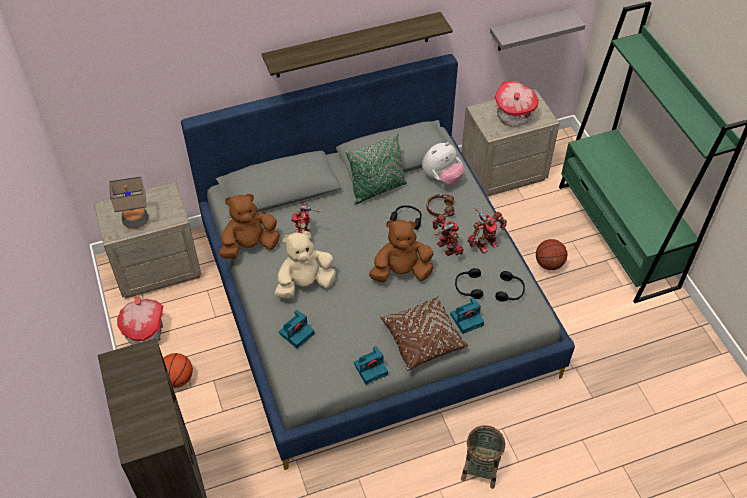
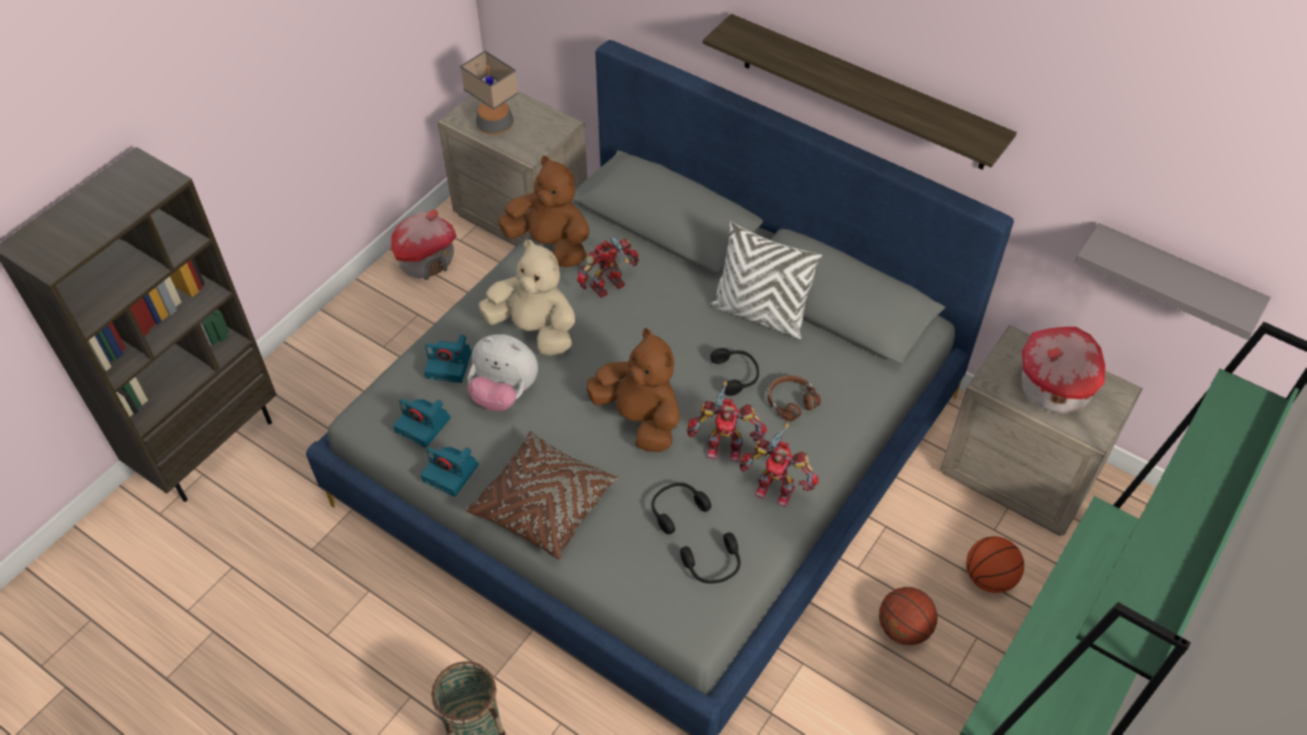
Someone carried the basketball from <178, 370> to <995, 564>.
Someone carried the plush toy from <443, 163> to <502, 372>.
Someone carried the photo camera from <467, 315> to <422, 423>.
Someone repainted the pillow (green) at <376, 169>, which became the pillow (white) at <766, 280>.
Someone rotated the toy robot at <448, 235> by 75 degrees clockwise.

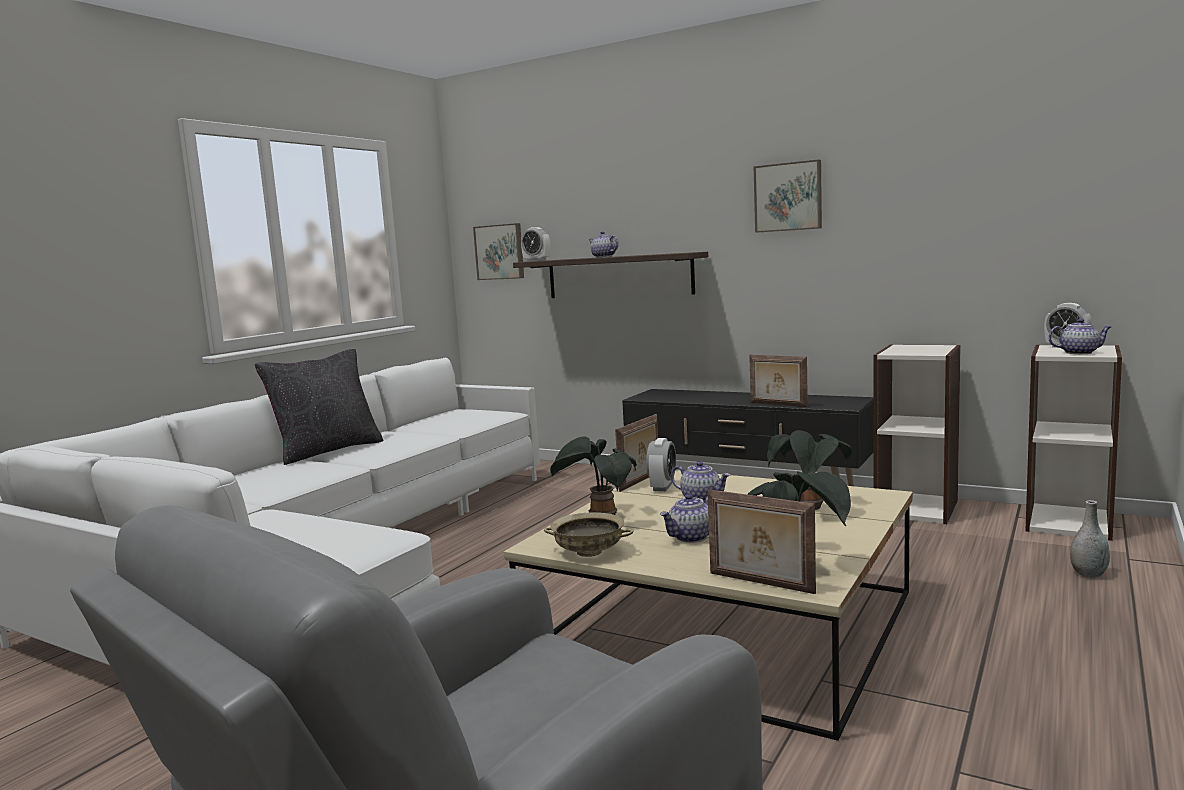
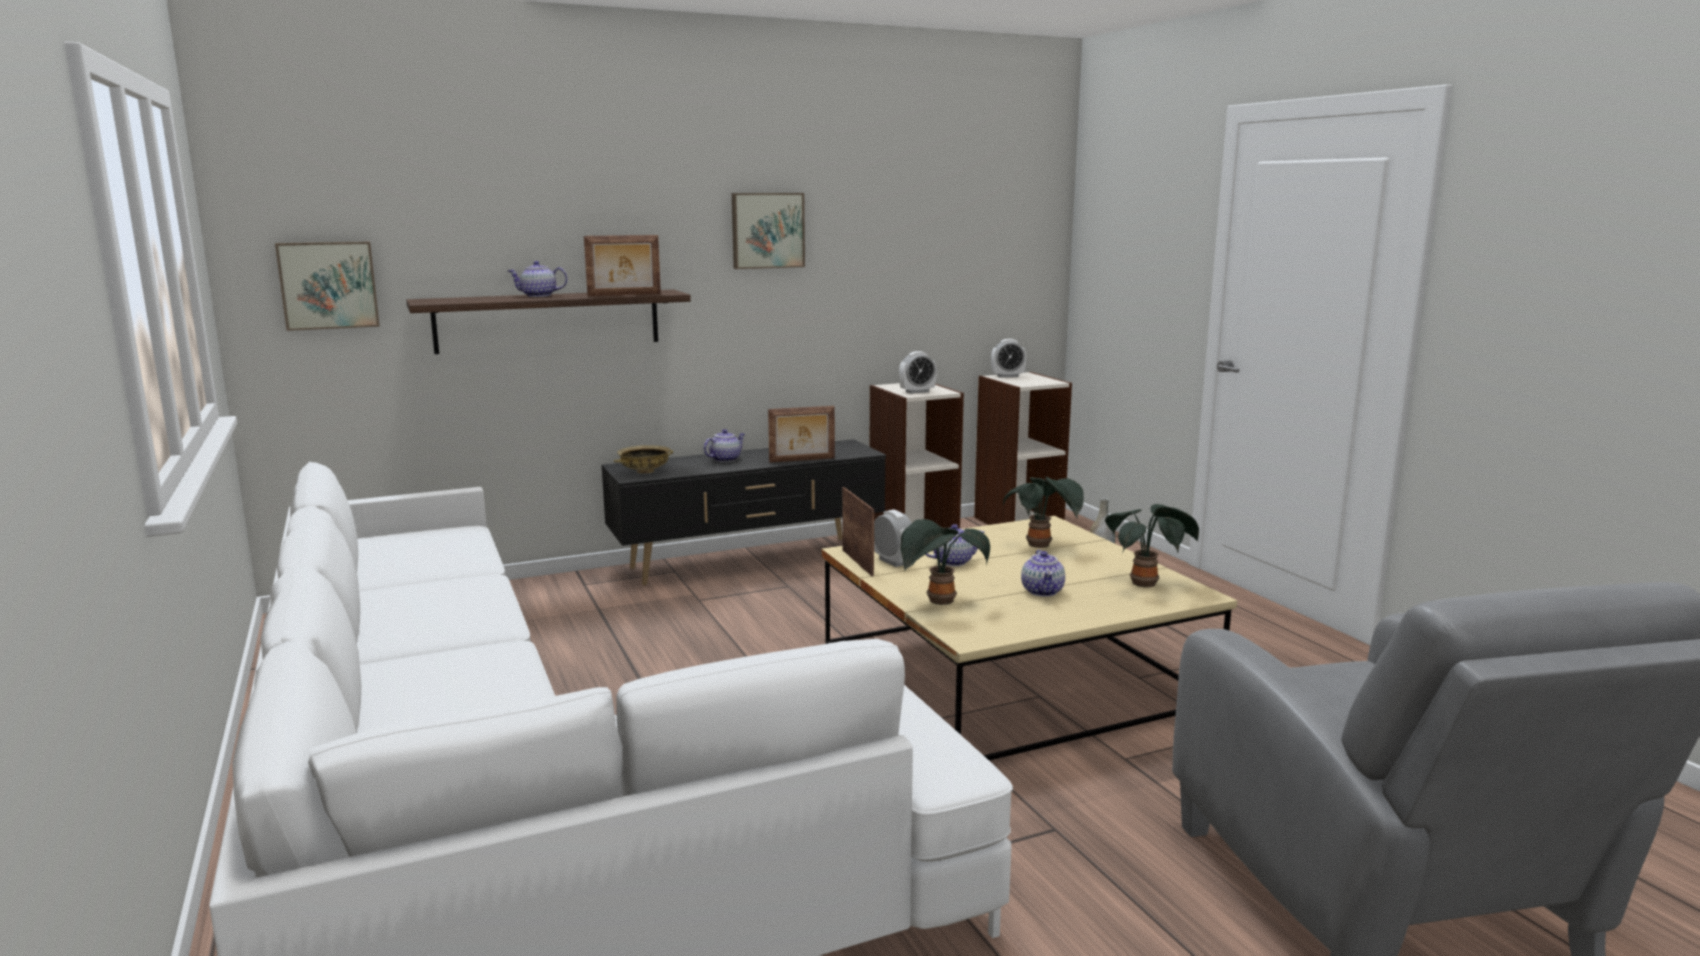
Someone took away the pillow (black) at <319, 407>.
Someone carried the alarm clock from <535, 244> to <918, 372>.
Someone carried the bowl (beige) from <589, 534> to <643, 459>.
Someone carried the picture frame from <761, 541> to <622, 265>.
Someone carried the teapot from <1079, 336> to <724, 445>.

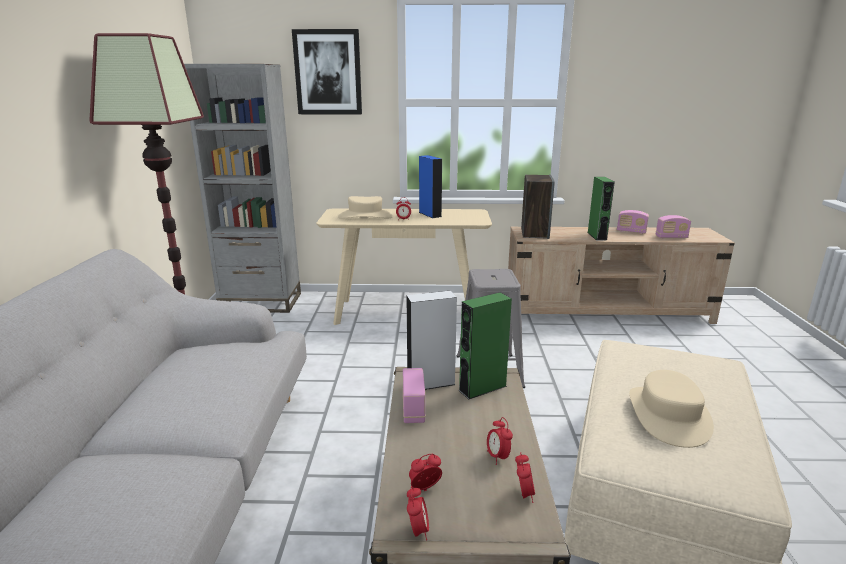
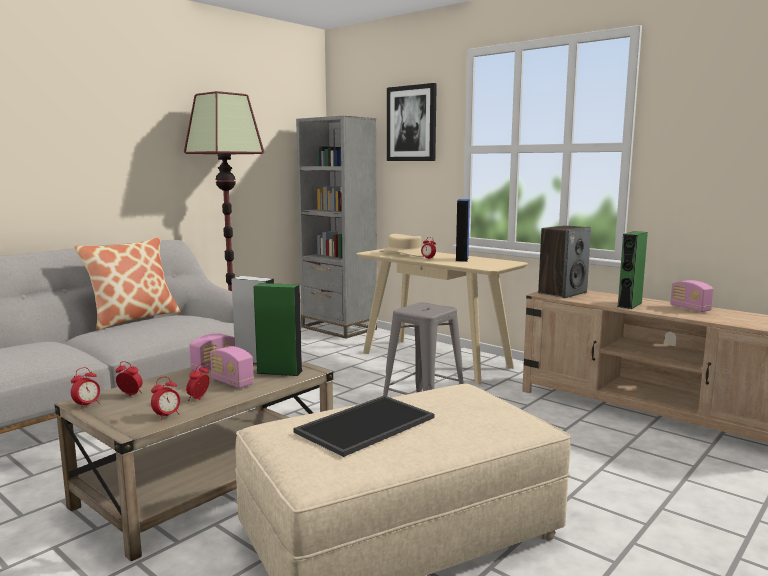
Someone put down the pillow at <127, 283>.
Someone carried the radio from <673, 226> to <232, 367>.
Someone swapped the hat (beige) at <671, 409> for the tray at <364, 426>.

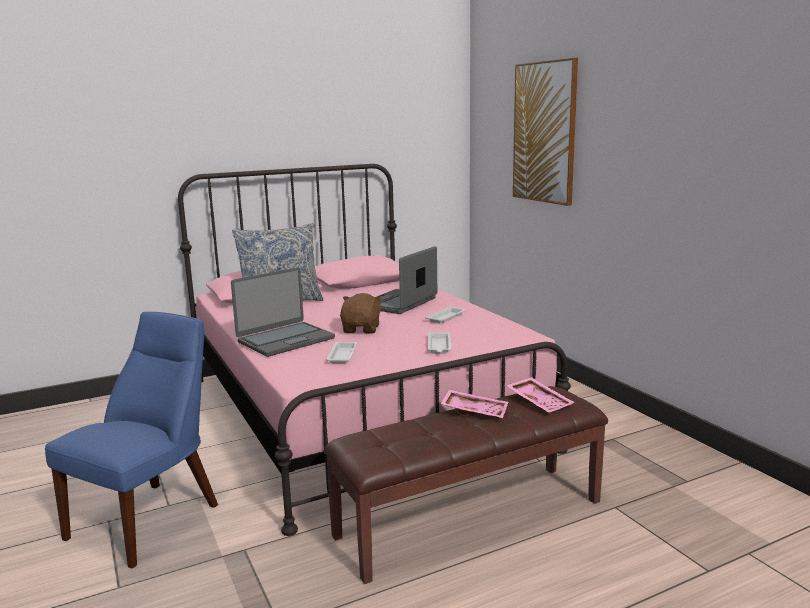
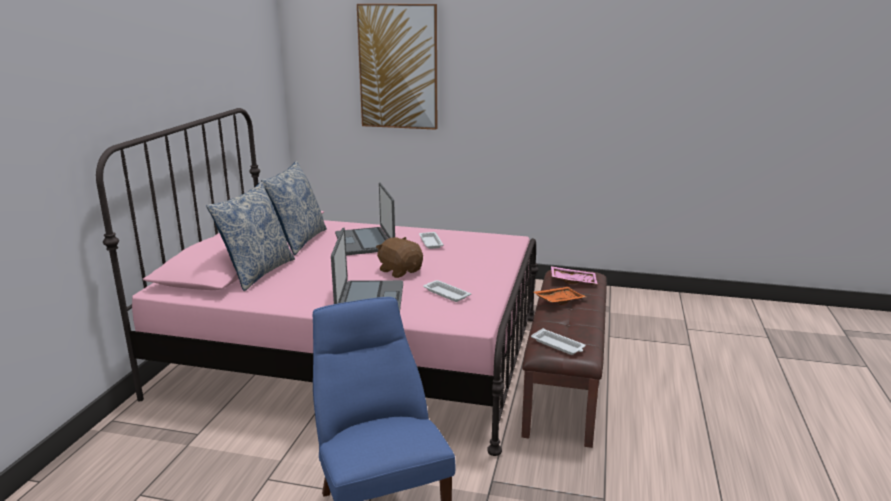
Someone put down the pillow at <294, 208>.
Someone carried the tray (white) from <439, 343> to <558, 341>.
Someone repainted the tray (pink) at <474, 404>, which became the tray (orange) at <560, 296>.

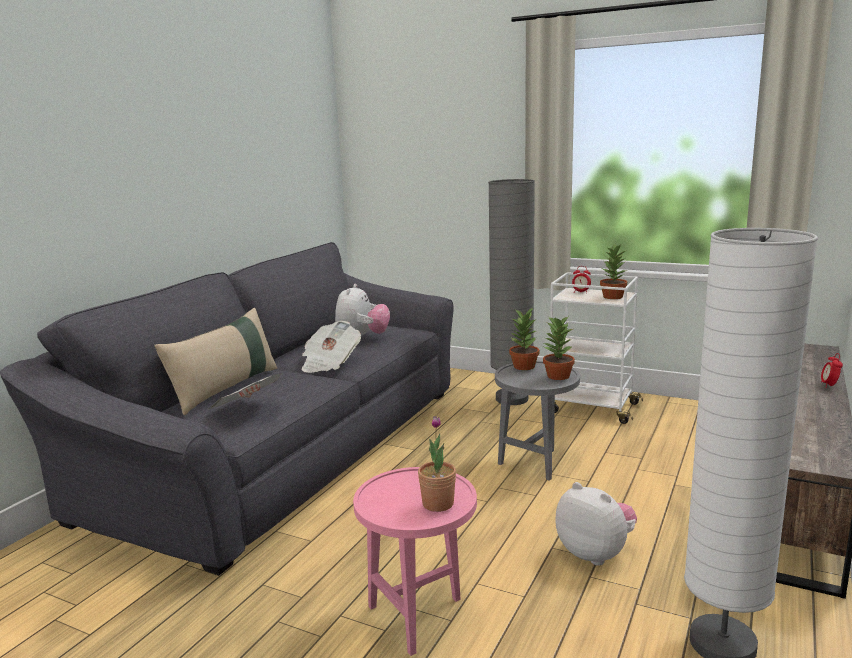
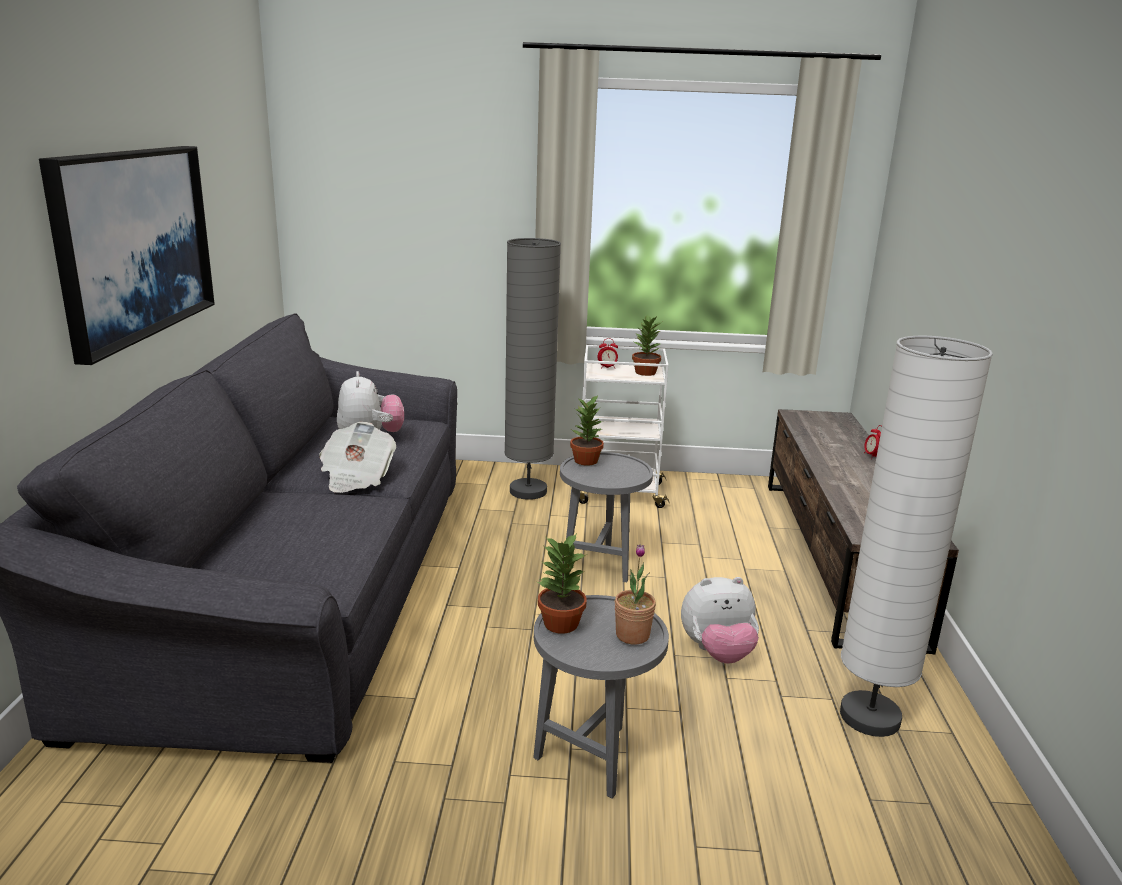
Someone took away the pillow (beige) at <215, 361>.
Someone took away the newspaper at <245, 391>.
Someone put up the picture at <127, 255>.
Someone carried the potted plant from <559, 348> to <562, 583>.
Someone repainted the side table (pink) at <415, 561>, which became the side table (grey) at <601, 696>.
Someone rotated the plush toy at <596, 524> by 150 degrees clockwise.

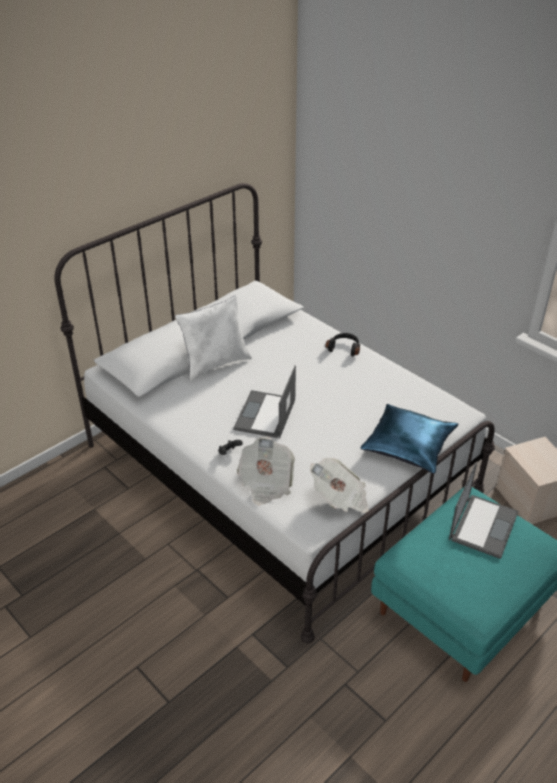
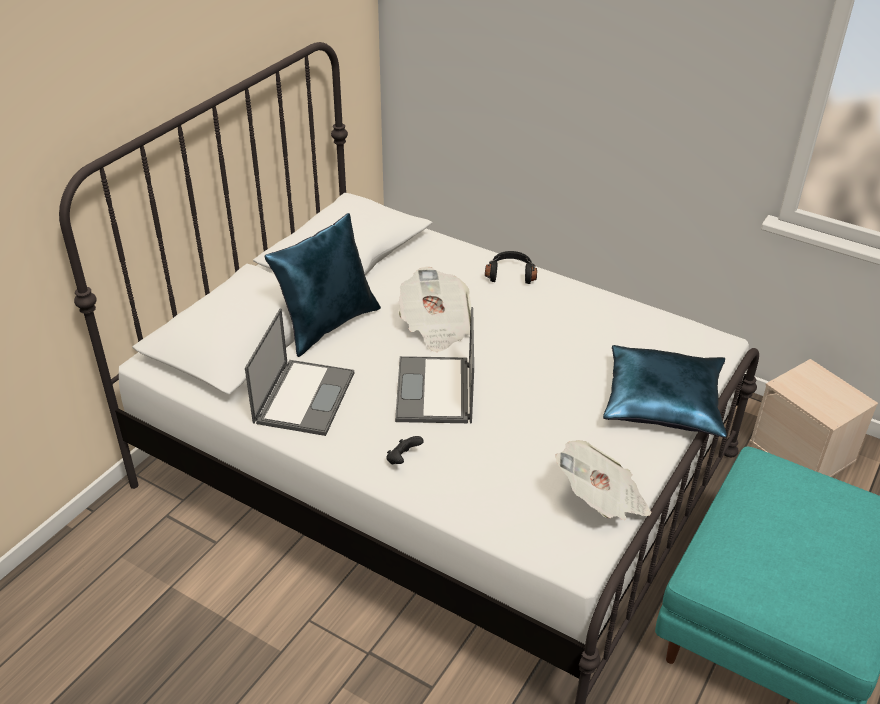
Someone carried the newspaper from <266, 470> to <434, 309>.
Someone carried the laptop from <483, 510> to <299, 372>.
Someone repainted the pillow (white) at <213, 338>, which became the pillow (blue) at <323, 285>.

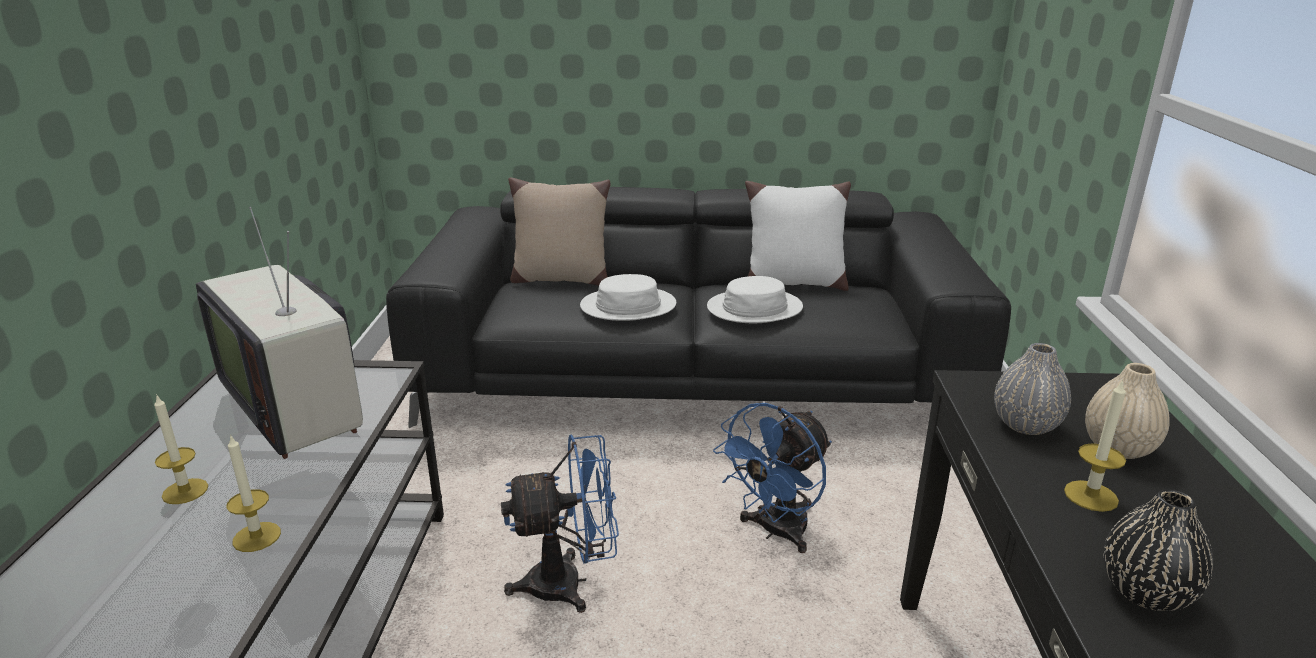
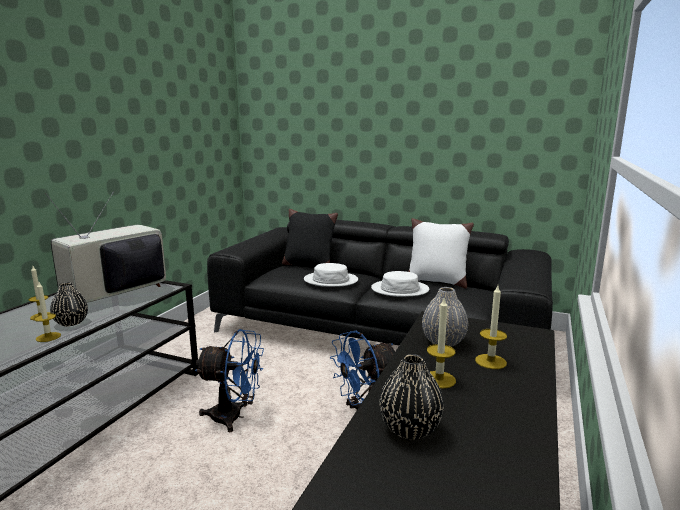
Someone put down the vase (black) at <69, 304>.
Someone swapped the vase (beige) at <1127, 411> for the candle at <491, 327>.
Someone repainted the pillow (beige) at <559, 231>, which became the pillow (black) at <310, 238>.
Someone rotated the television at <279, 333> by 60 degrees clockwise.

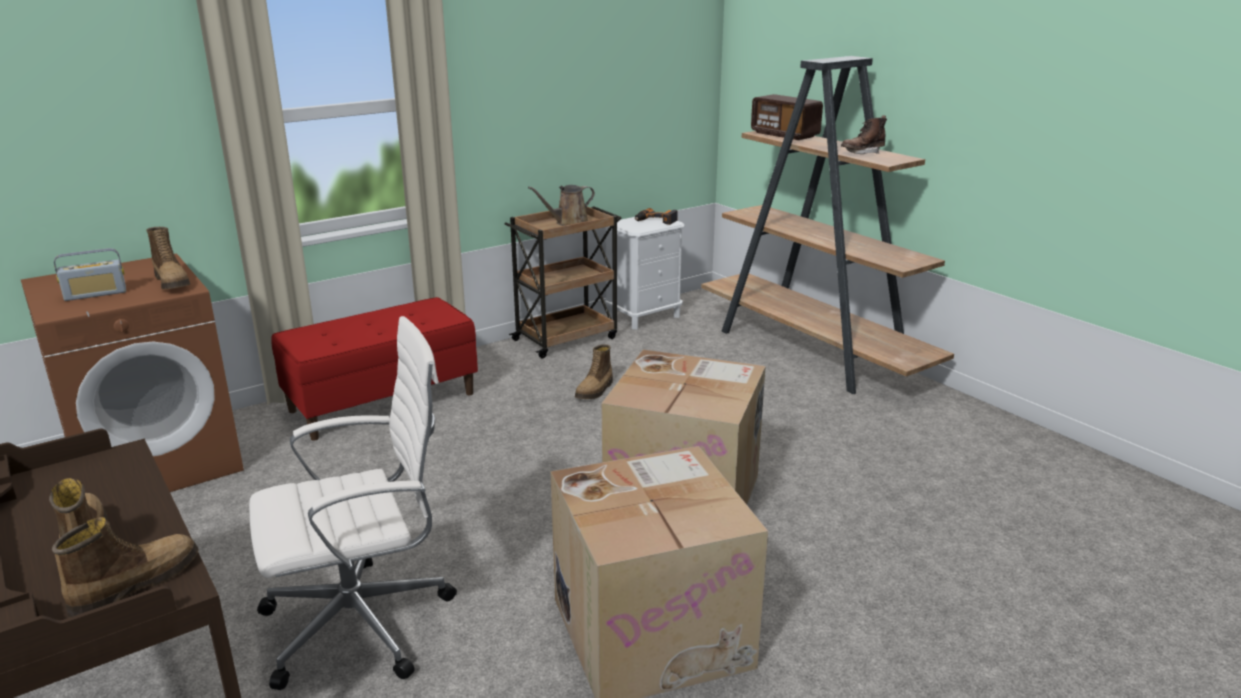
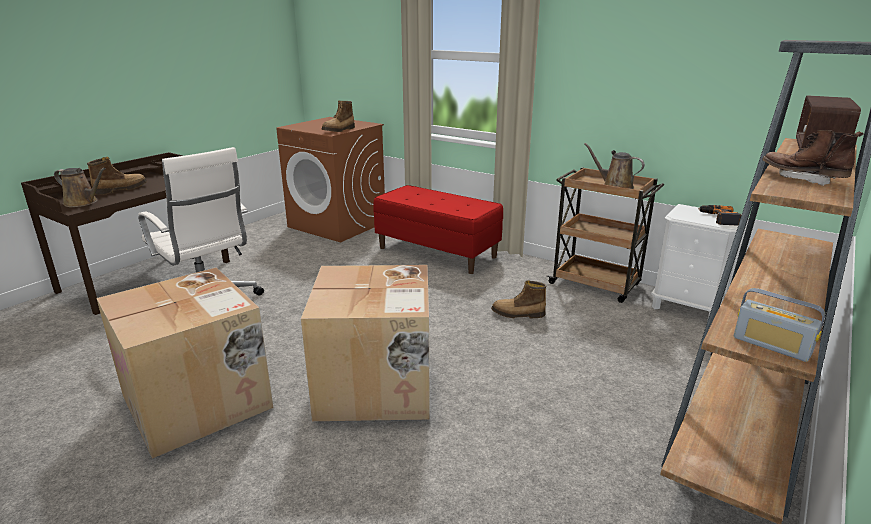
Someone carried the radio from <90, 274> to <779, 325>.
Someone swapped the boot at <125, 567> for the watering can (brown) at <80, 187>.

